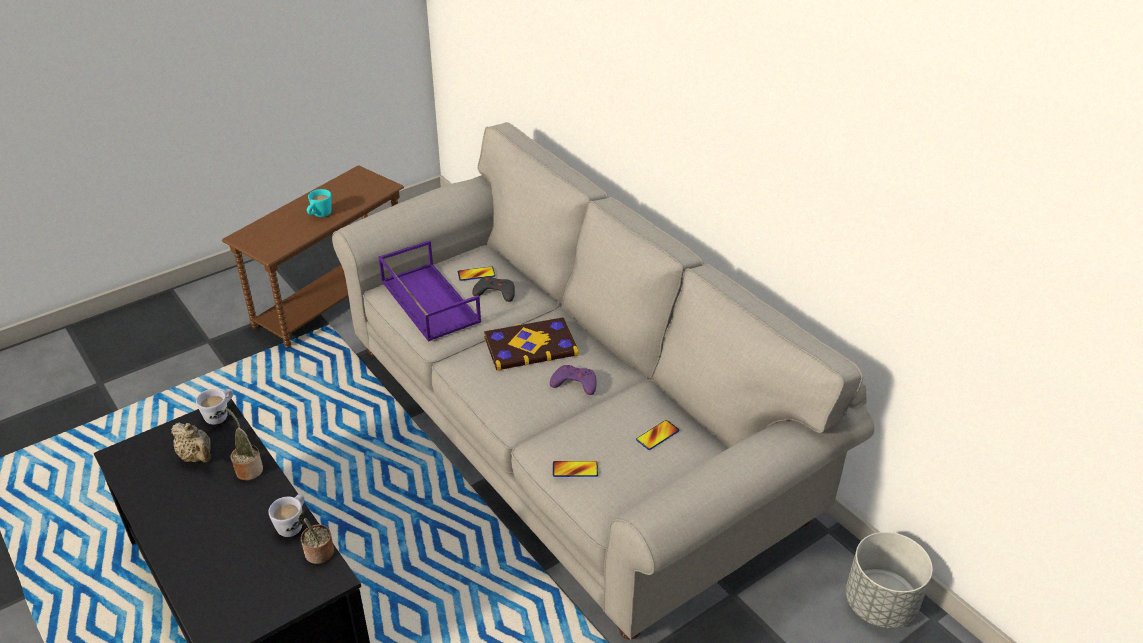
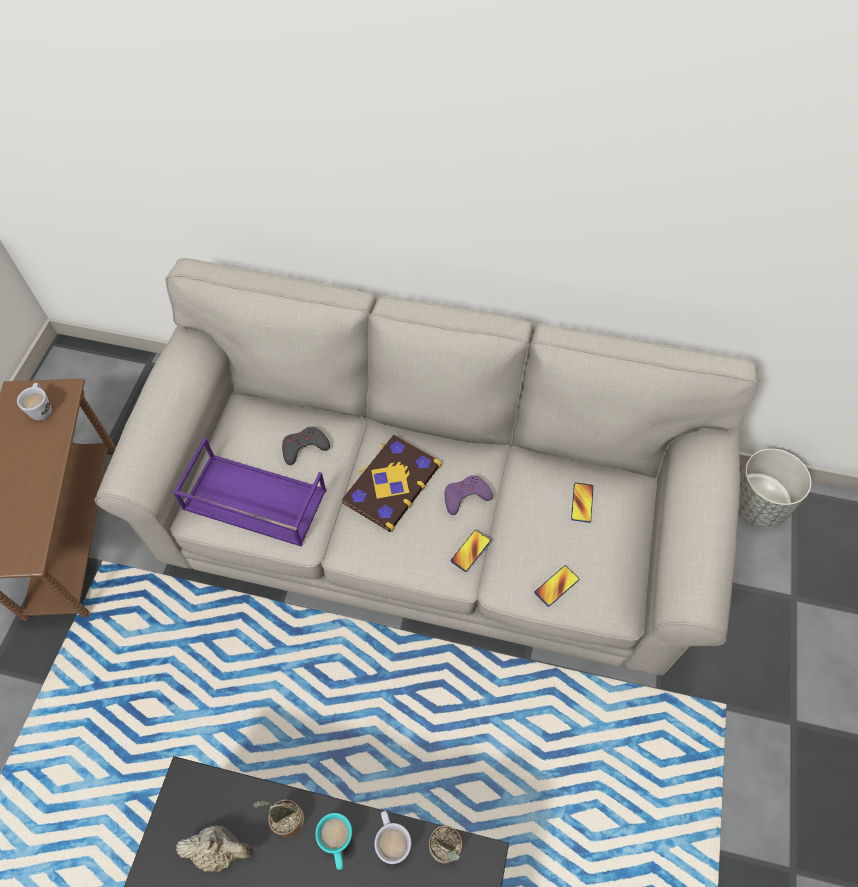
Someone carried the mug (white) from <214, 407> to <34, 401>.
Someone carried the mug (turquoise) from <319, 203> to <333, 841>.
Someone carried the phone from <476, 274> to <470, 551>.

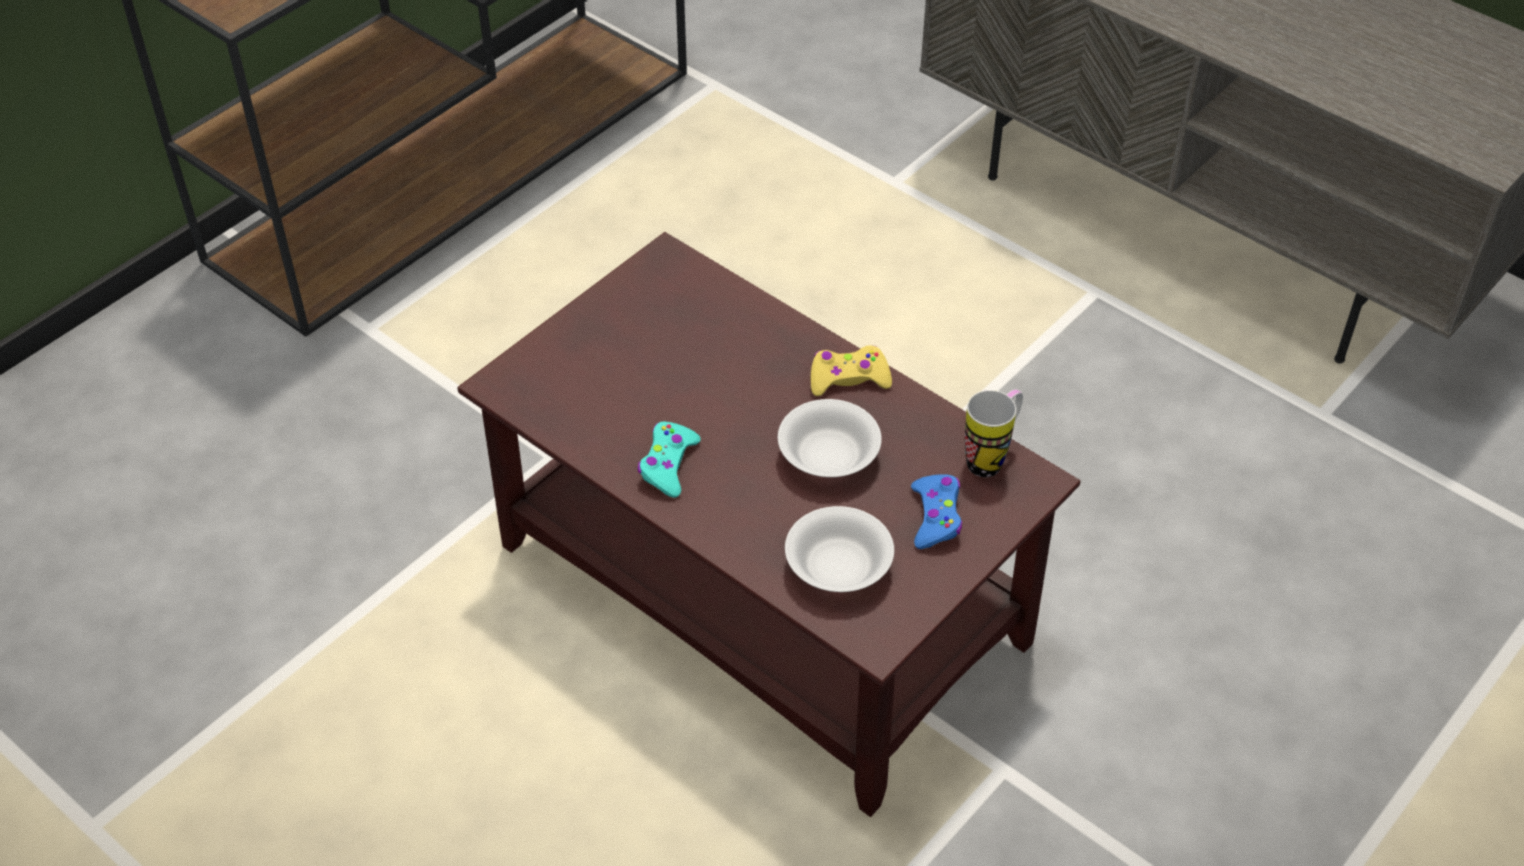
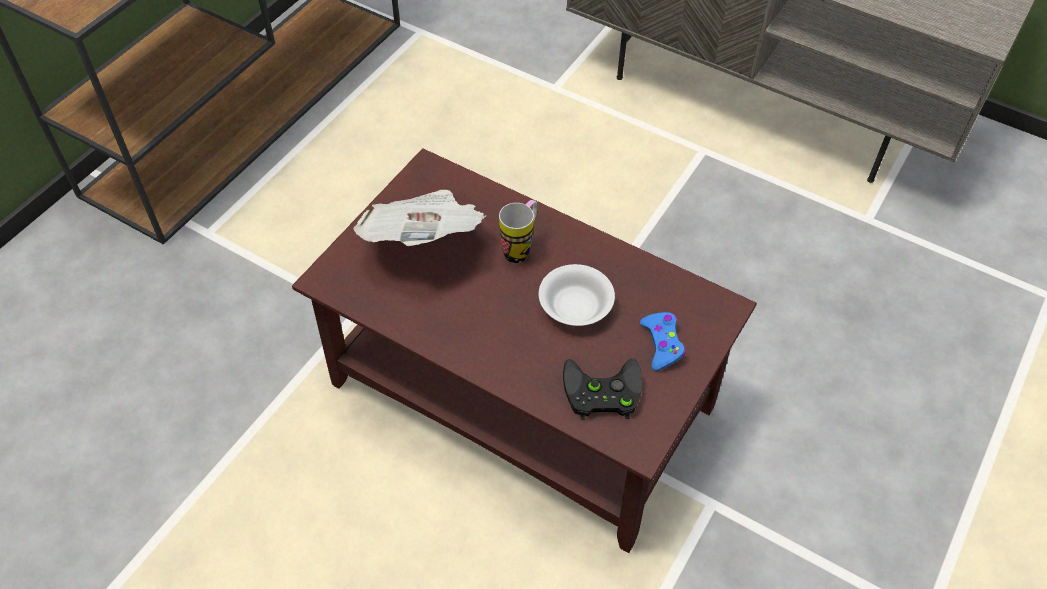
Someone took away the game controller (turquoise) at <669, 459>.
Someone took away the game controller (yellow) at <851, 370>.
Someone put down the newspaper at <419, 218>.
Someone carried the mug from <994, 433> to <518, 231>.
Someone swapped the bowl (white) at <839, 549> for the game controller (black) at <602, 389>.

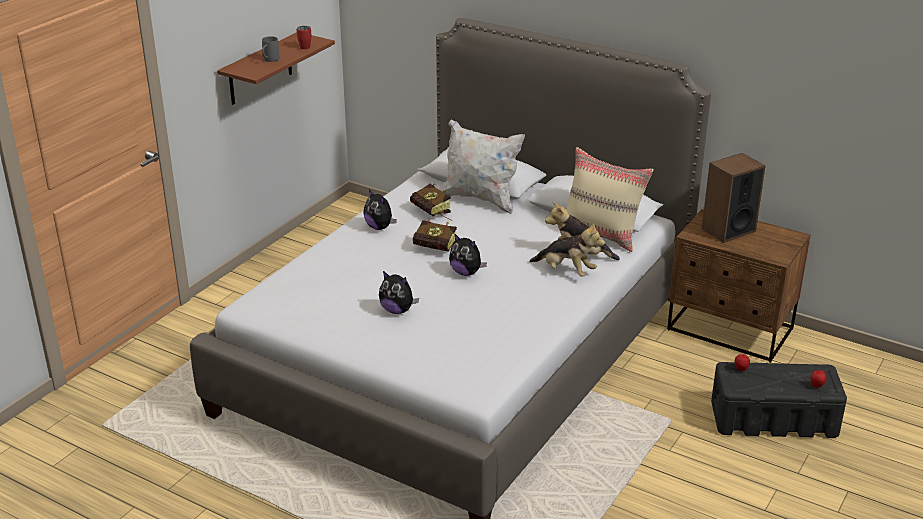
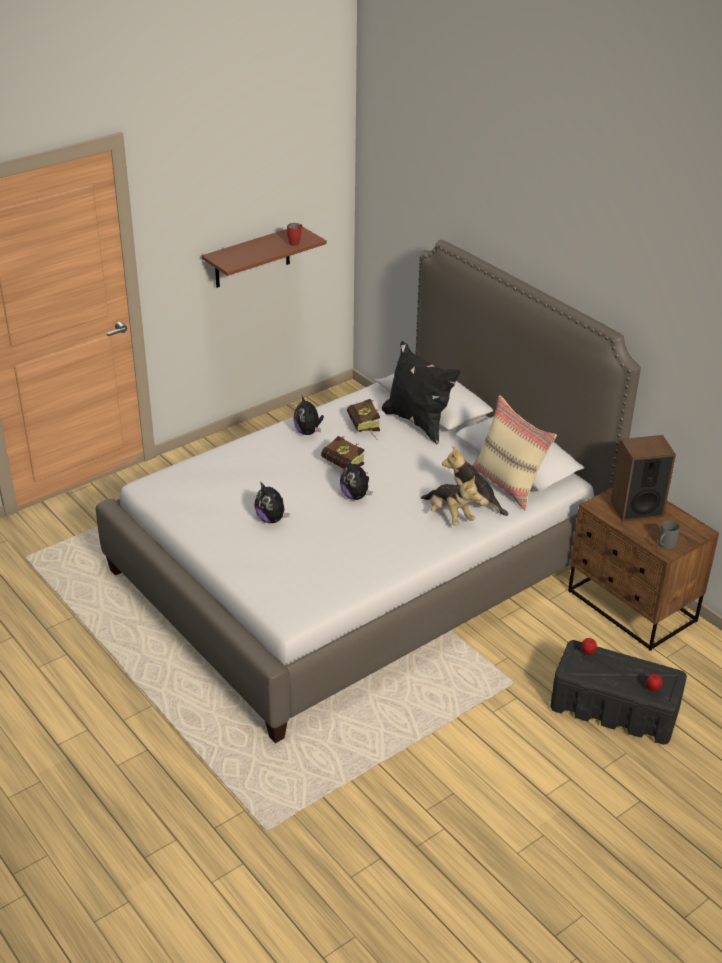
Someone carried the mug (grey) from <270, 49> to <669, 535>.
Someone repainted the pillow (white) at <482, 167>, which became the pillow (black) at <421, 392>.

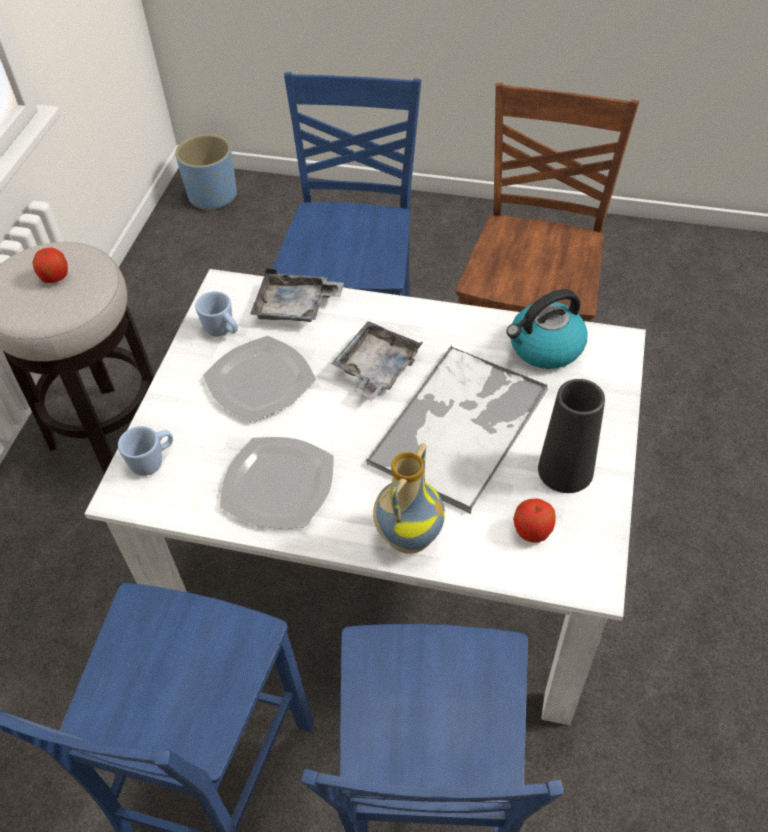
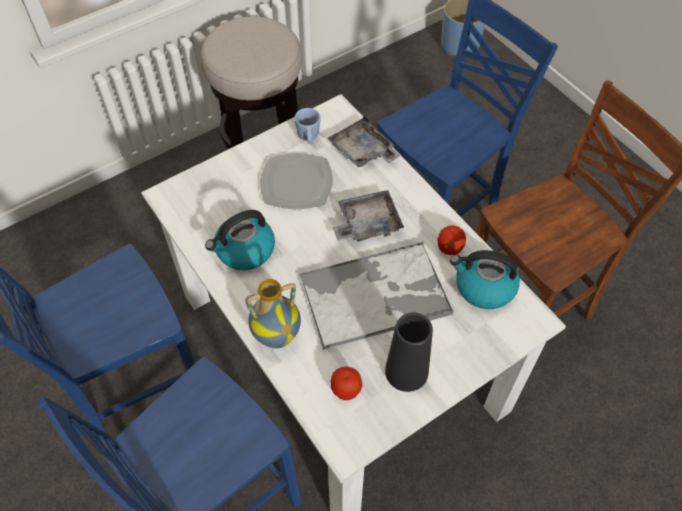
Someone took away the mug (blue) at <145, 451>.
Someone carried the apple from <50, 265> to <451, 240>.
Someone swapped the plate at <277, 482> for the kettle at <240, 240>.

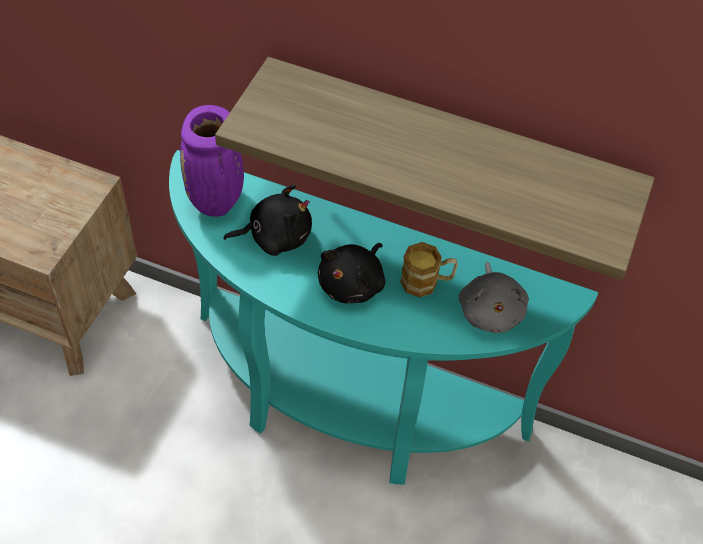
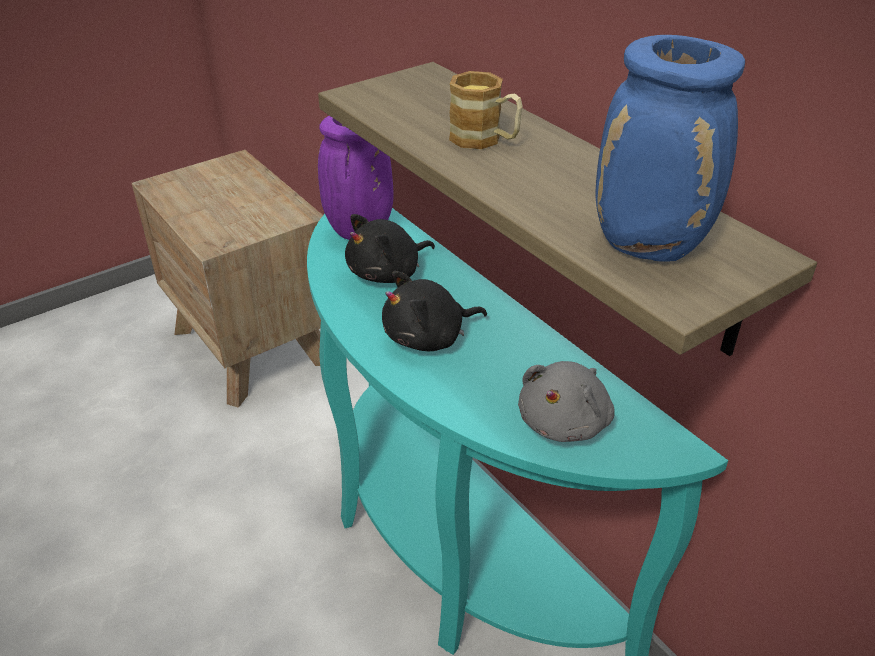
Someone put down the vase (blue) at <670, 148>.
Someone carried the mug from <429, 269> to <486, 110>.
Someone rotated the plush toy (black) at <267, 220> by 120 degrees clockwise.

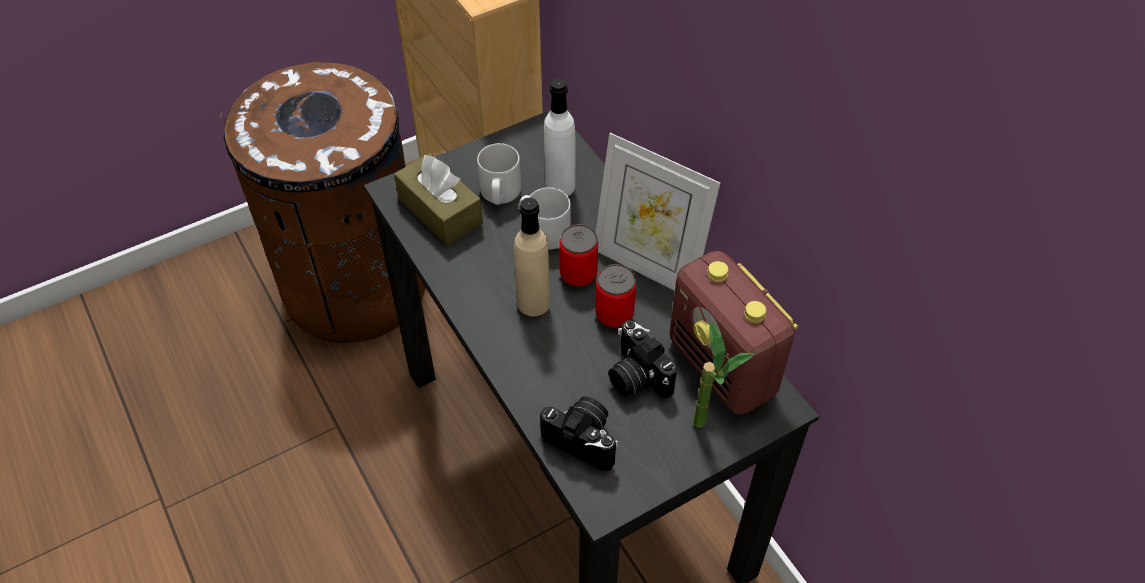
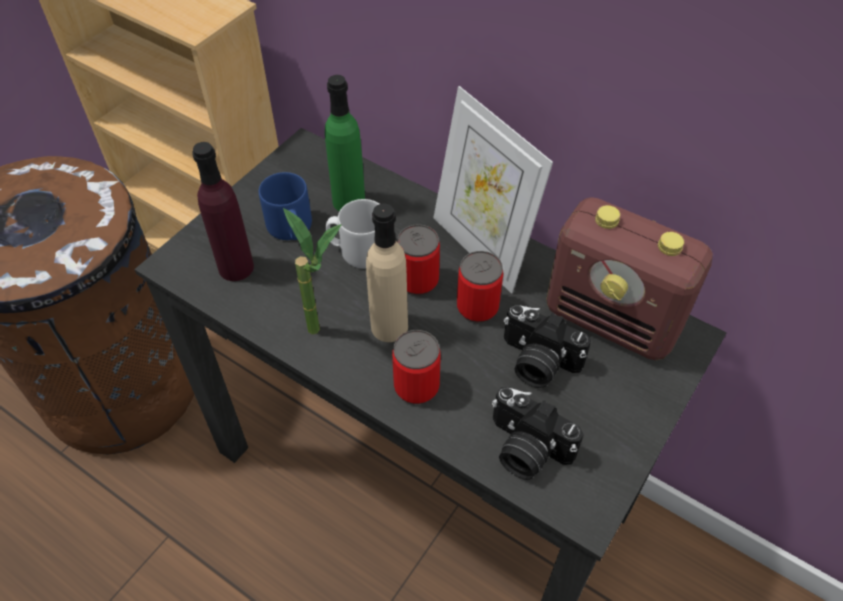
Someone put down the can at <416, 367>.
Someone carried the potted plant from <724, 375> to <312, 271>.
Someone swapped the tissue box (brown) at <438, 199> for the bottle (purple) at <223, 211>.
Someone repainted the mug (grey) at <499, 174>, which became the mug (blue) at <285, 206>.
Someone repainted the bottle (white) at <559, 137>, which became the bottle (green) at <345, 143>.
Someone rotated the photo camera at <579, 434> by 150 degrees counterclockwise.
Someone rotated the picture frame at <657, 212> by 45 degrees clockwise.

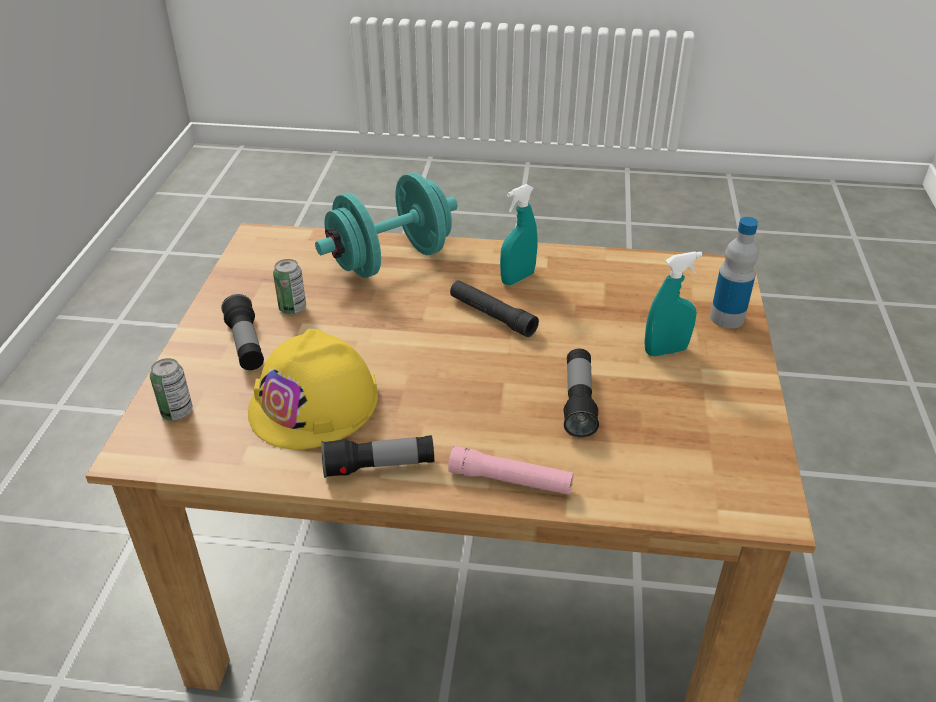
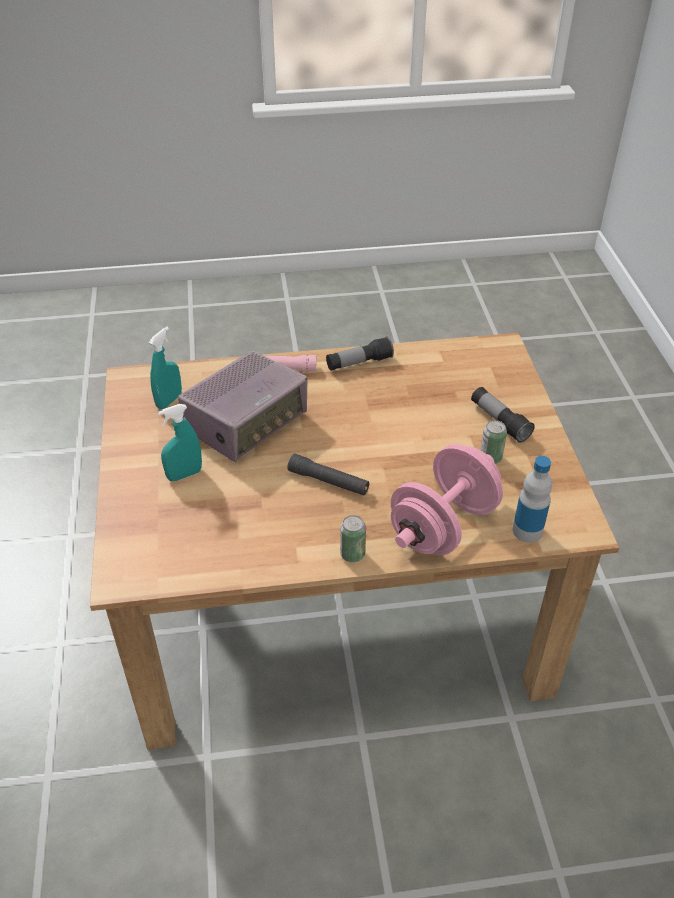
Someone took away the hard hat (yellow) at <313, 389>.
Someone carried the can from <171, 389> to <353, 538>.
Someone carried the spray bottle (turquoise) from <519, 234> to <165, 368>.
Someone carried the bottle from <734, 273> to <532, 499>.
Someone swapped the flashlight at <581, 393> for the radio at <243, 406>.
Someone repainted the dumbbell (turquoise) at <386, 225>, which became the dumbbell (pink) at <447, 499>.

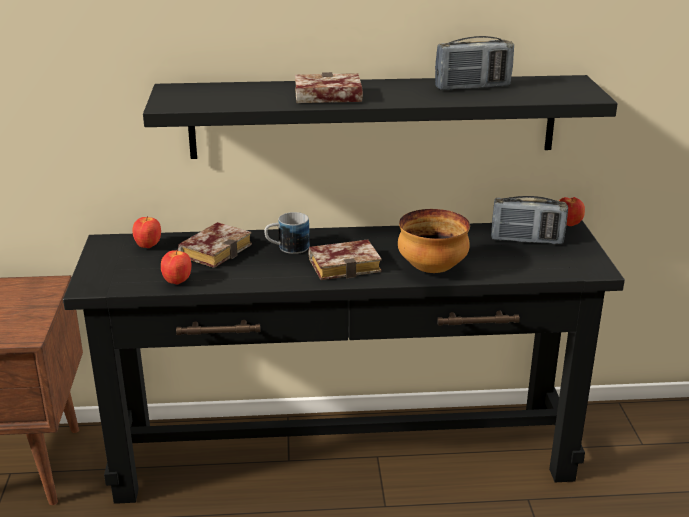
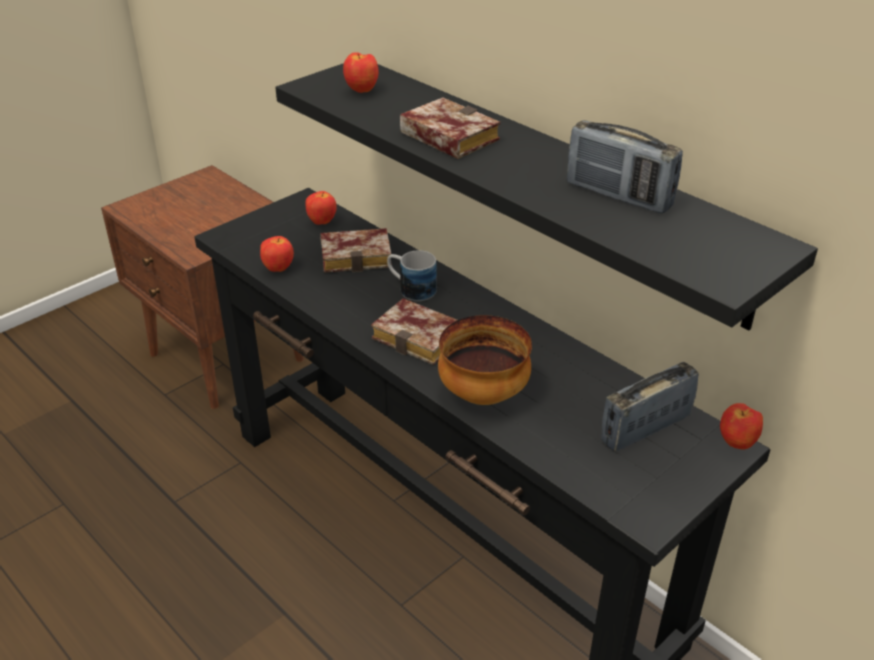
Someone put down the apple at <361, 72>.
Someone rotated the radio at <529, 220> by 90 degrees clockwise.

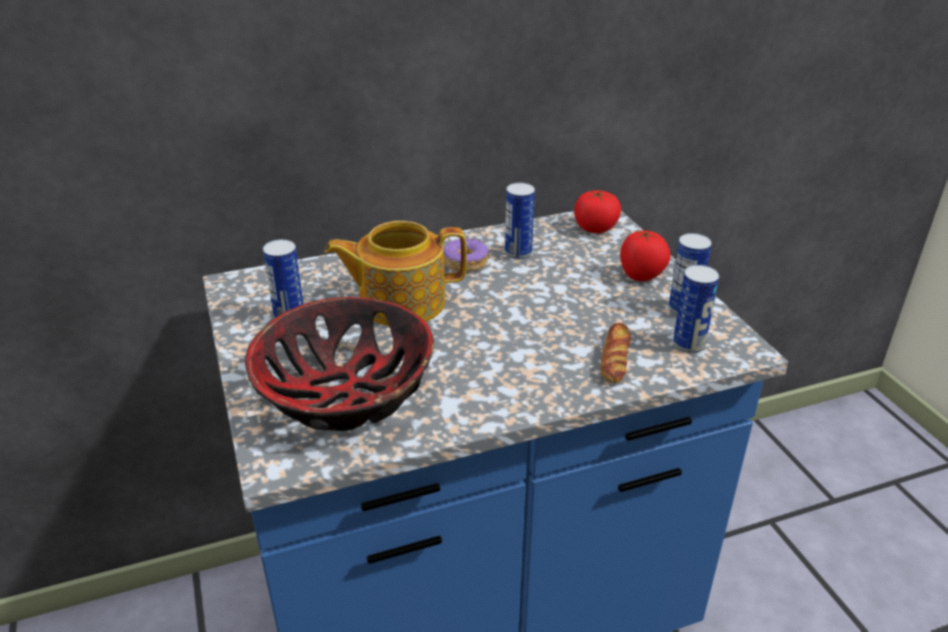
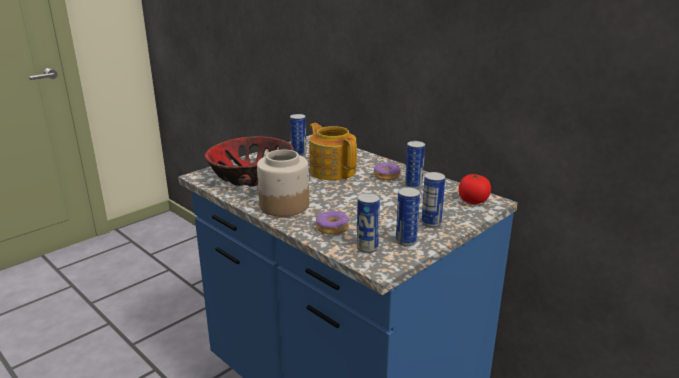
Someone put down the jar at <283, 183>.
Someone swapped the bread at <615, 353> for the donut at <332, 223>.
Someone swapped the tomato at <645, 256> for the can at <433, 200>.

